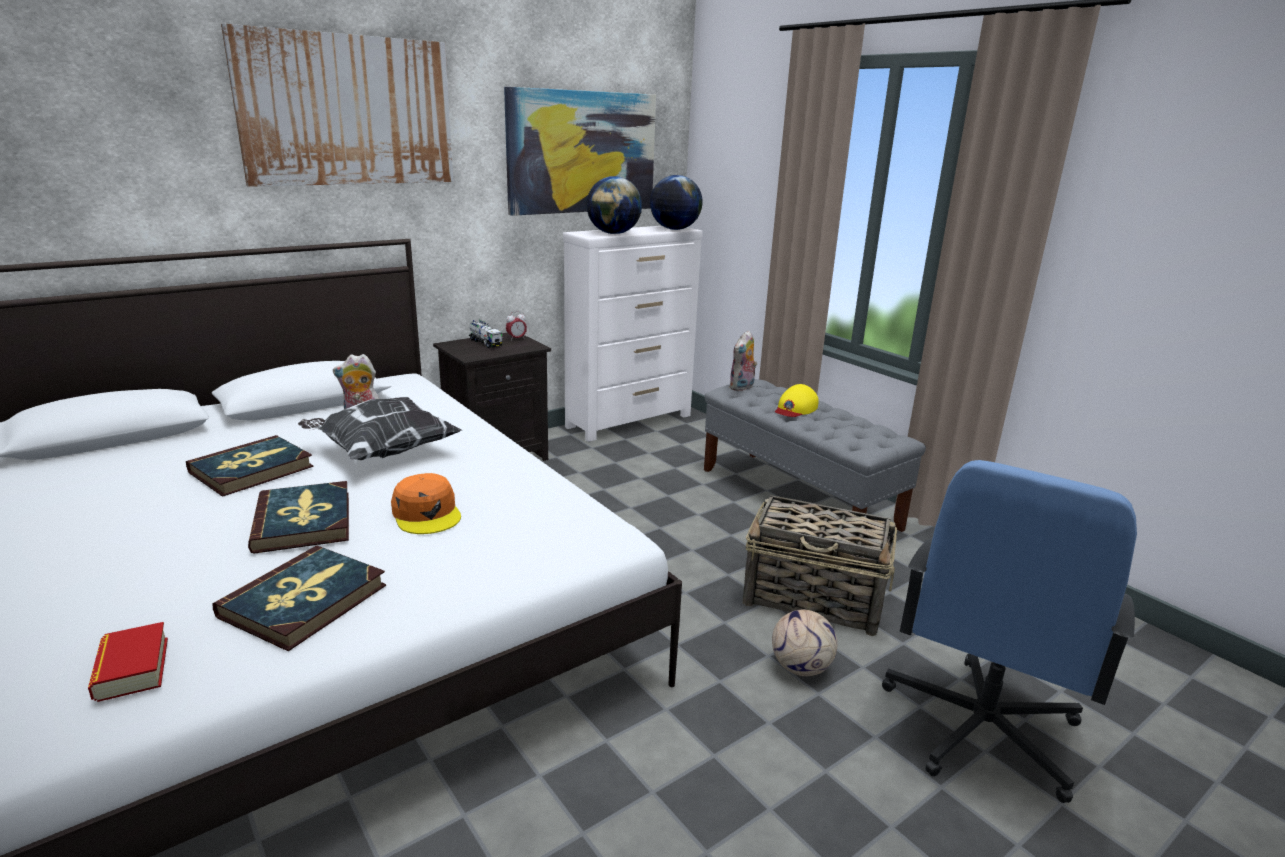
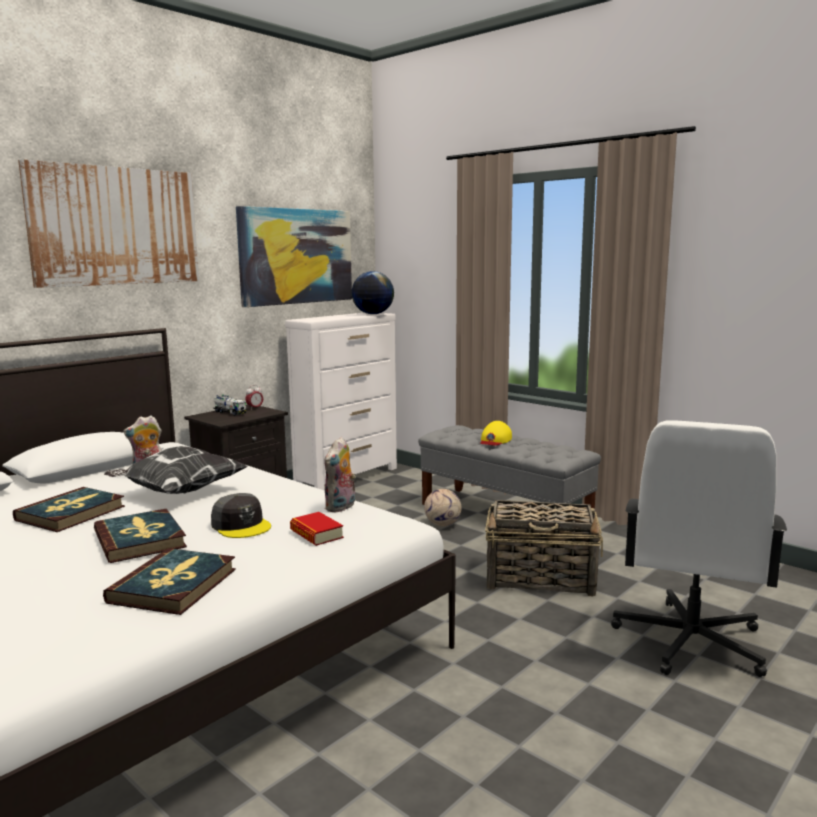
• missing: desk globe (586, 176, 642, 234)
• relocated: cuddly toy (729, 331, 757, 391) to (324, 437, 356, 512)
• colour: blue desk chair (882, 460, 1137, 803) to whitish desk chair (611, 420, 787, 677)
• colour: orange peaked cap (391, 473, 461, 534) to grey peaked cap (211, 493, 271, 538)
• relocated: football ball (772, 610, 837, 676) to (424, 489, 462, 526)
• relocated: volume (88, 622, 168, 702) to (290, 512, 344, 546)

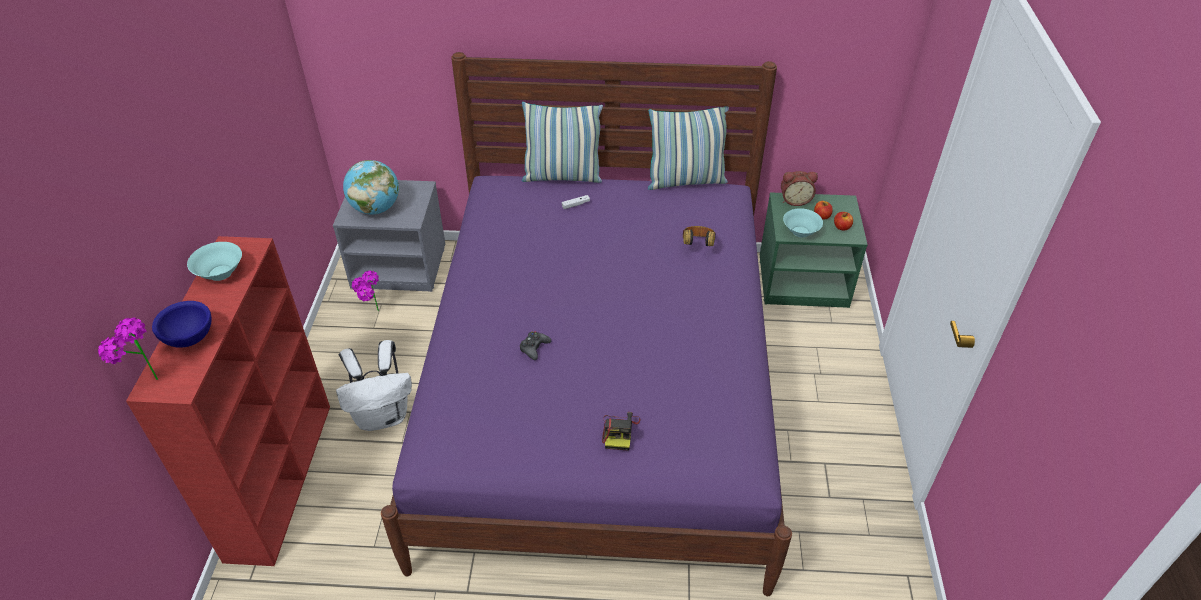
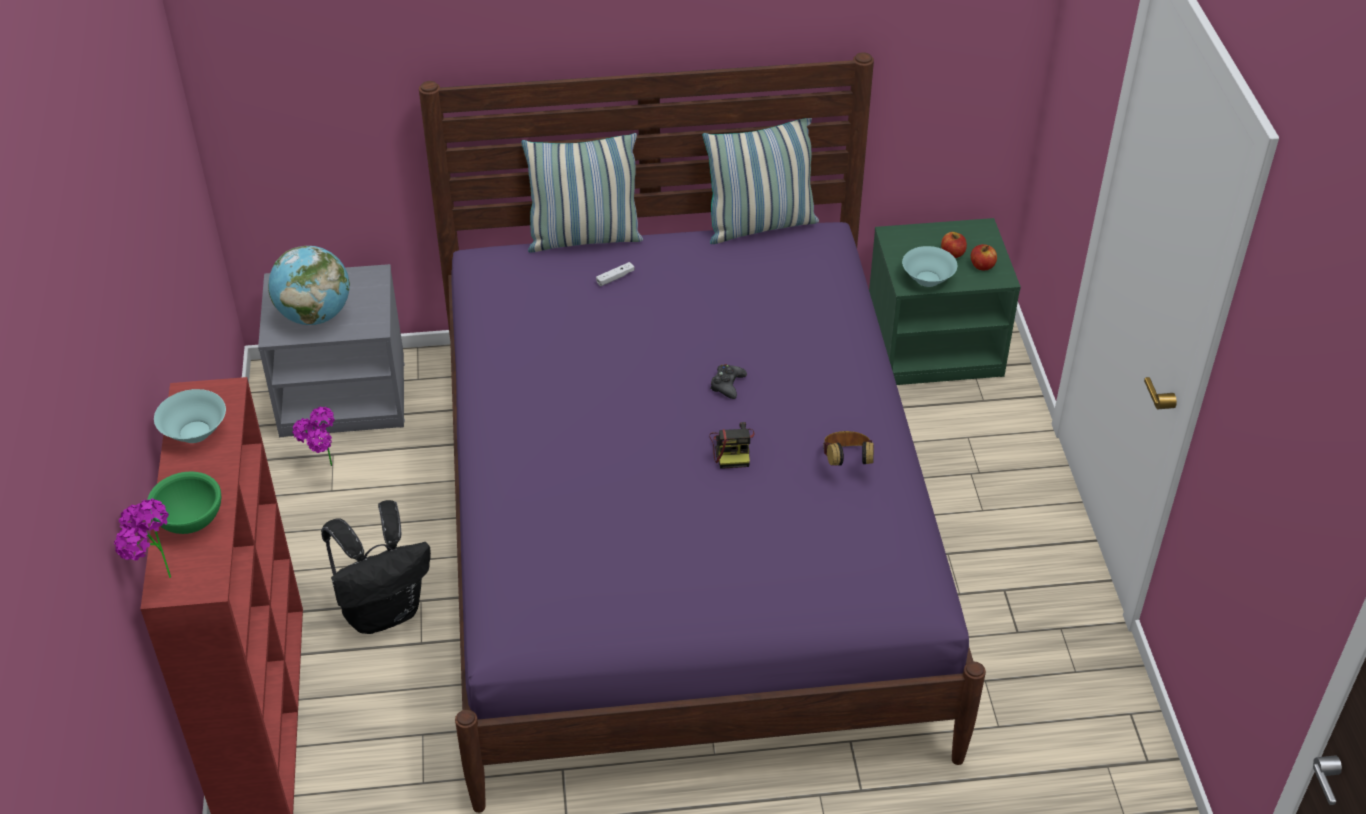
• missing: table clock (781, 171, 818, 206)
• relocated: pair of headphones (683, 226, 716, 246) to (823, 431, 874, 466)
• colour: blue bowl (152, 301, 212, 348) to green-coloured bowl (147, 472, 221, 534)
• relocated: black-coloured joypad (520, 331, 551, 360) to (710, 364, 747, 399)
• colour: whitish knapsack (336, 340, 412, 431) to black-coloured knapsack (321, 500, 431, 634)
• relocated: still camera (602, 412, 640, 451) to (709, 422, 754, 469)

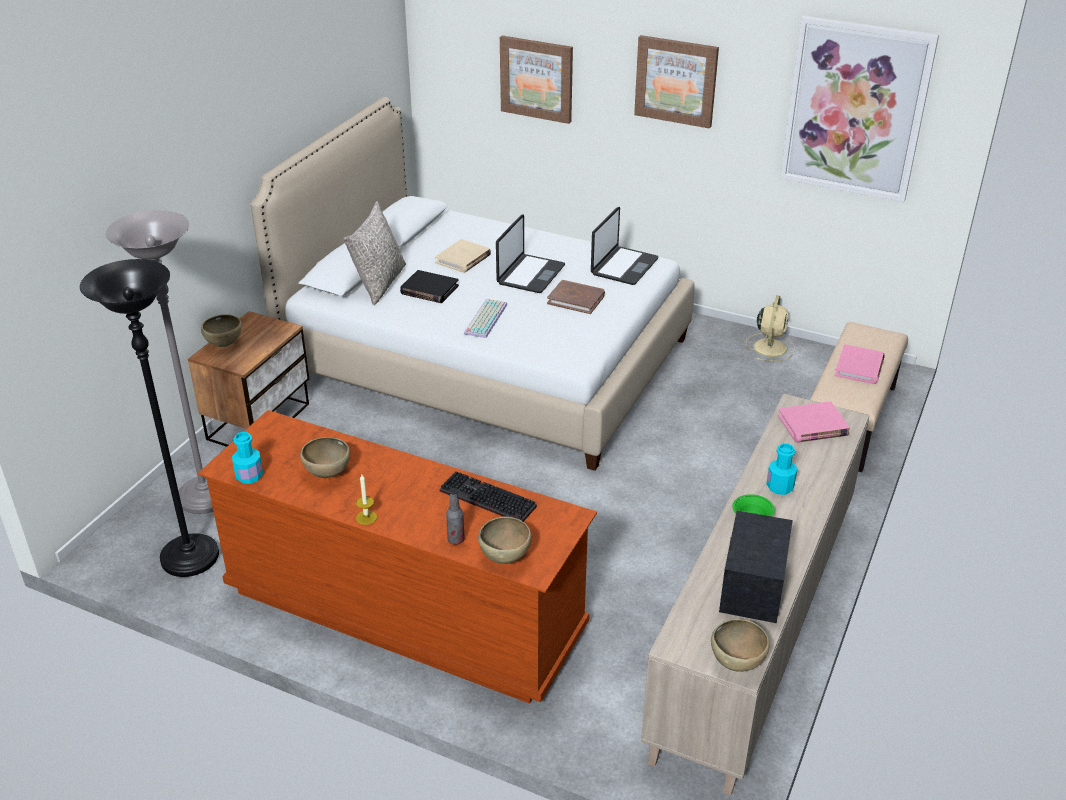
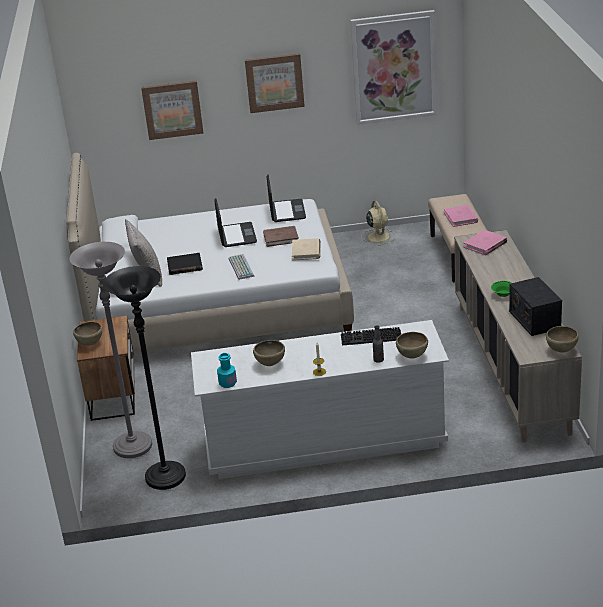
• relocated: beige volume (435, 239, 491, 273) to (292, 238, 321, 261)
• colour: brownish dresser (198, 410, 597, 704) to whitish dresser (191, 320, 449, 479)
• missing: turquoise-coloured beverage bottle (766, 443, 797, 495)

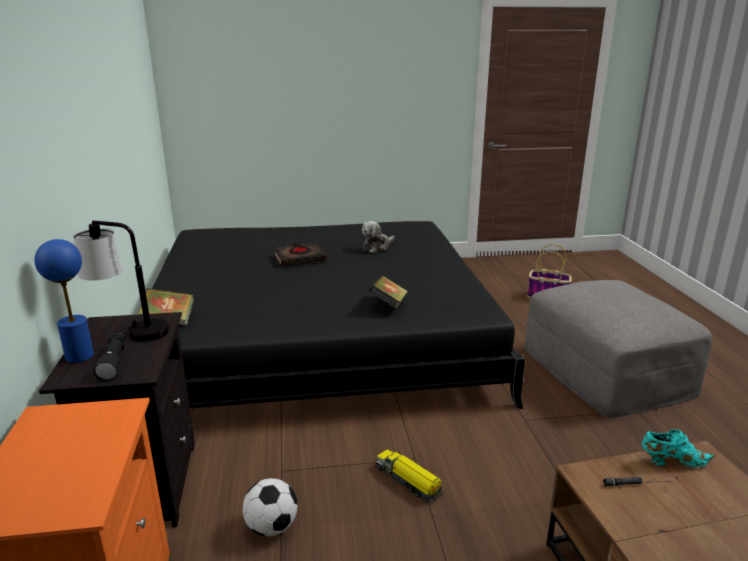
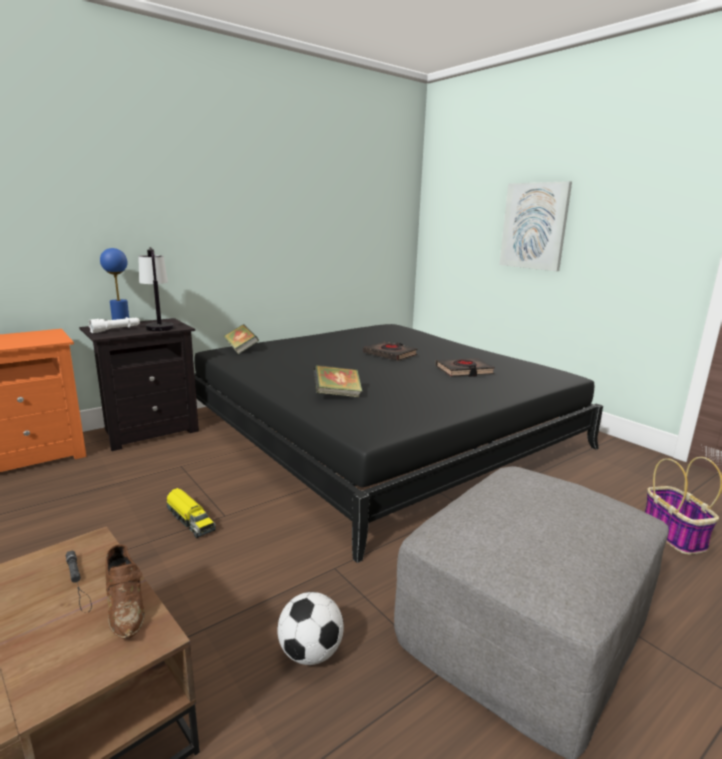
• exchanged: cuddly toy (362, 221, 395, 253) to black-coloured volume (435, 358, 495, 377)
• colour: black-coloured hand torch (94, 332, 125, 381) to whitish hand torch (89, 317, 140, 333)
• colour: turquoise-coloured item of footwear (641, 429, 715, 468) to brownish item of footwear (105, 544, 145, 639)
• spun: model truck (376, 449, 444, 503) = (167, 488, 216, 538) 120 degrees clockwise
• relocated: football ball (242, 478, 297, 536) to (277, 592, 344, 665)
• appeared: picture (499, 181, 572, 271)

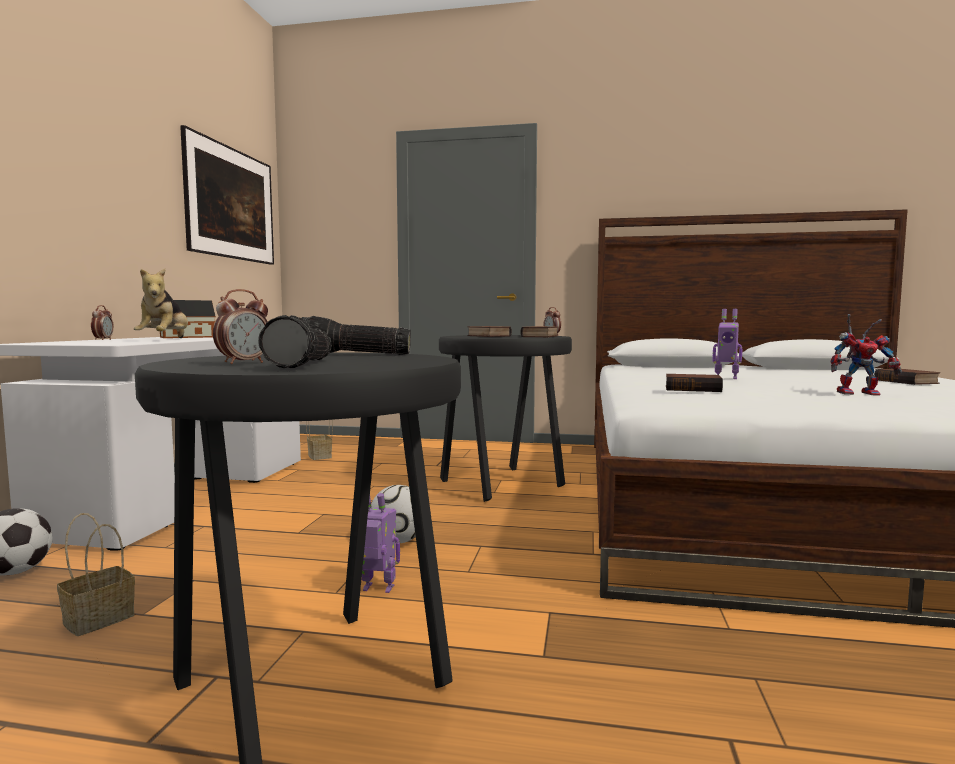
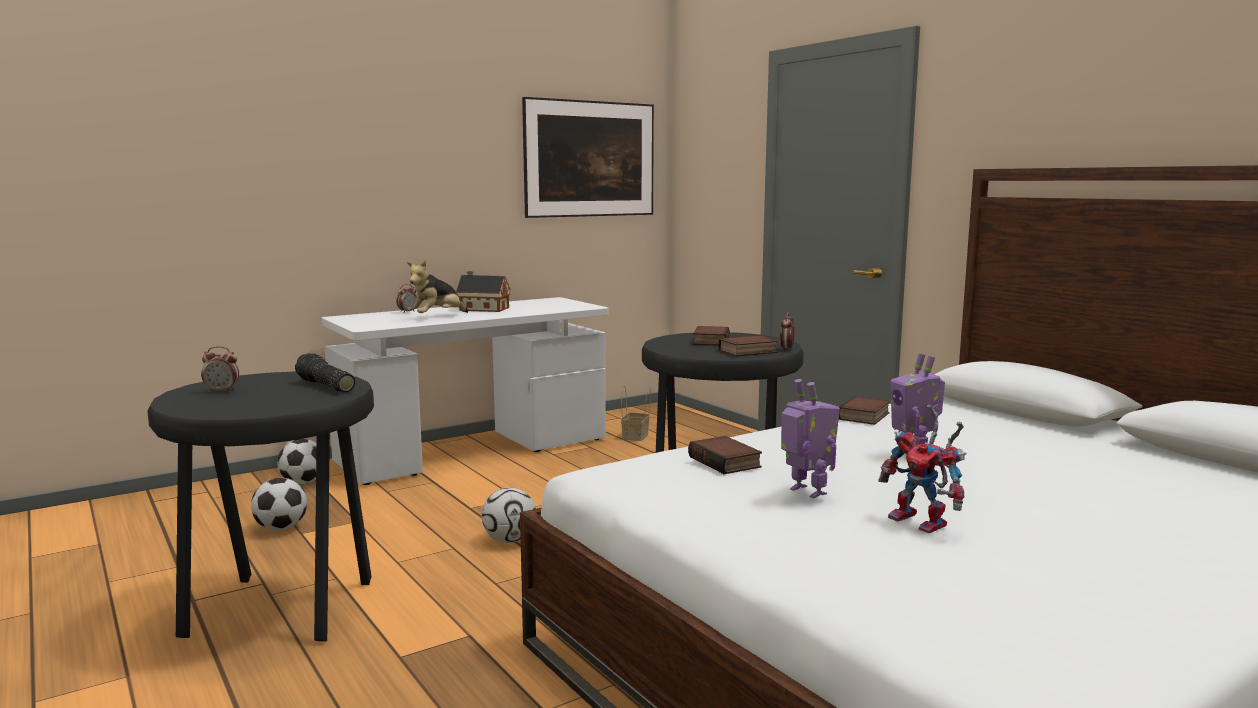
• missing: hand torch (258, 315, 332, 369)
• relocated: volume (874, 369, 940, 385) to (839, 396, 890, 425)
• relocated: model robot (362, 493, 400, 593) to (781, 379, 840, 498)
• exchanged: household basket (57, 513, 135, 636) to football ball (251, 478, 307, 531)

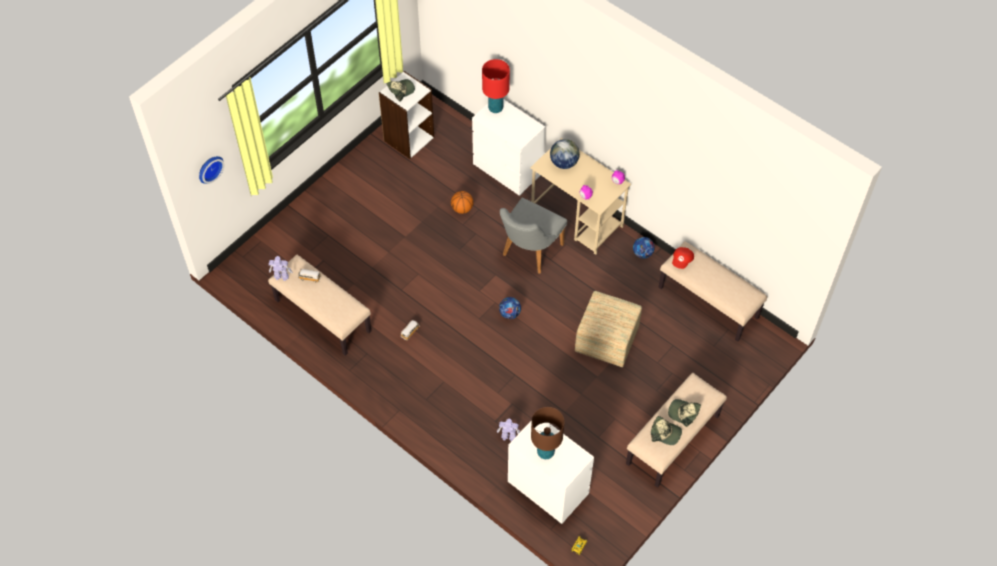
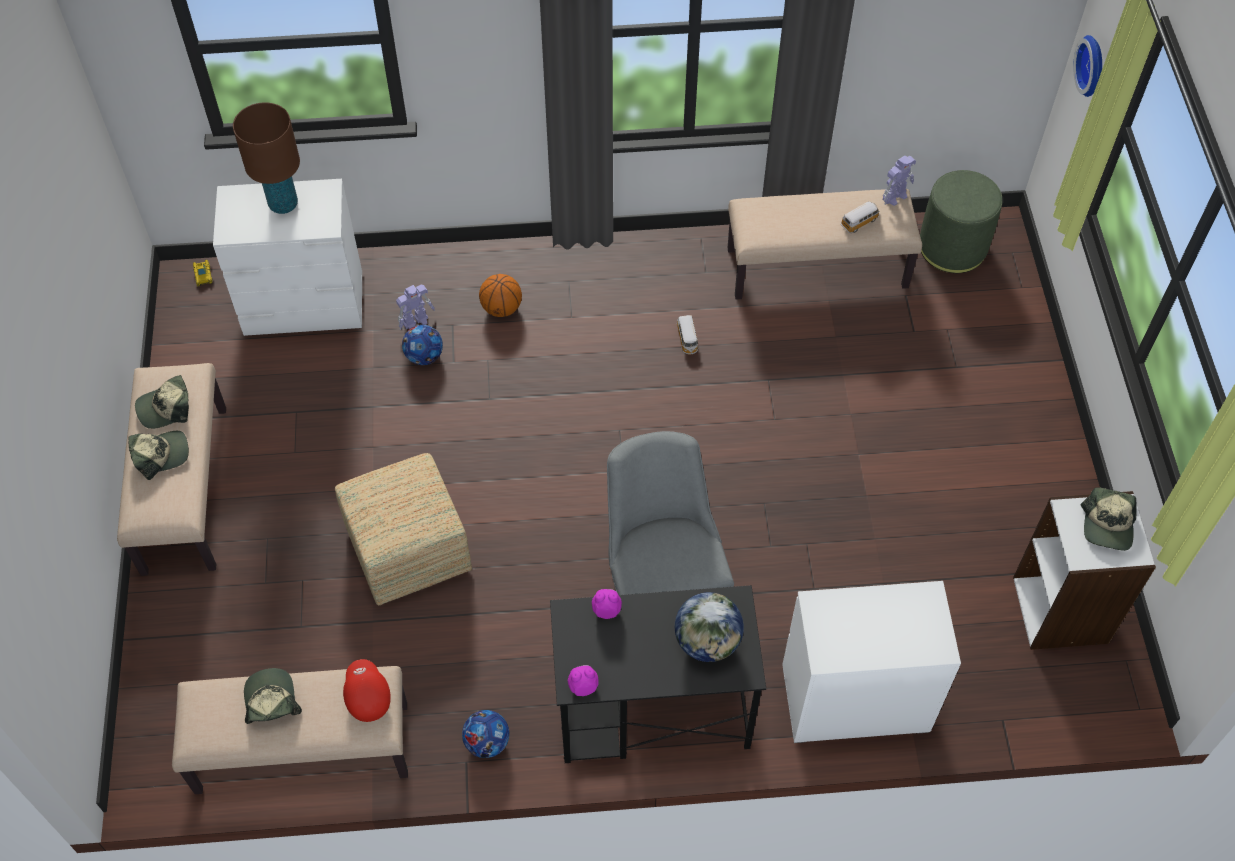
• missing: reddish table lamp (482, 59, 510, 113)
• colour: beige desk (530, 138, 631, 255) to black-coloured desk (550, 585, 766, 763)
• relocated: basketball (451, 191, 473, 214) to (479, 274, 522, 317)
• relocated: football ball (499, 297, 521, 319) to (402, 325, 443, 365)
• appeared: green-coloured pouffe (920, 170, 1003, 273)
• appeared: peaked cap (244, 668, 302, 724)

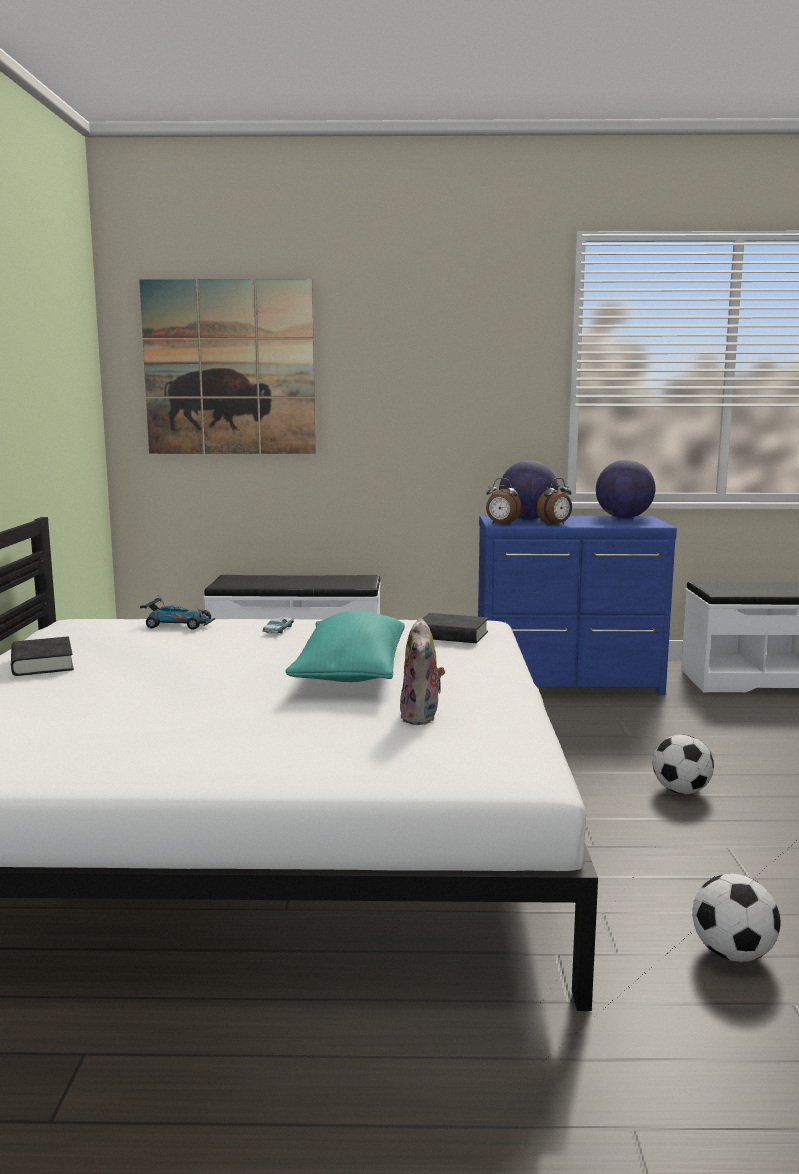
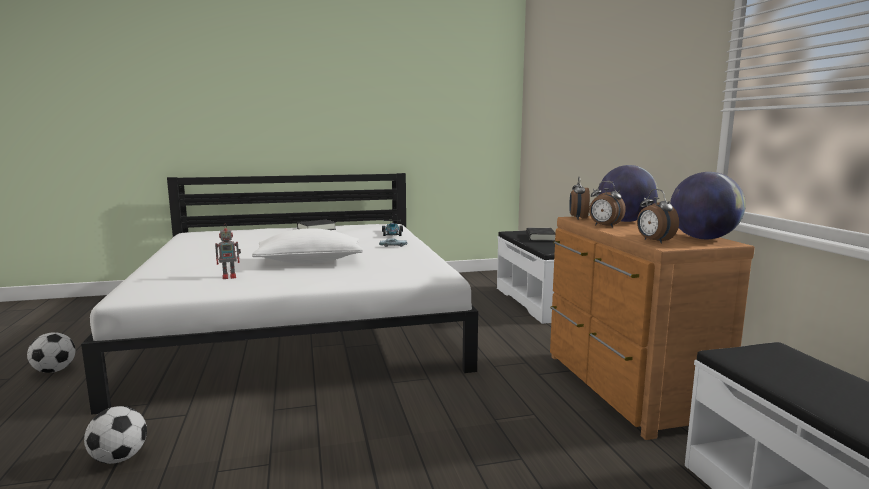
• missing: picture (139, 279, 316, 454)
• colour: blue dresser (478, 516, 677, 695) to brownish dresser (550, 216, 755, 440)
• colour: turquoise-coloured pillow (285, 611, 405, 682) to whitish pillow (252, 228, 363, 264)
• relocated: black-coloured volume (422, 613, 488, 643) to (526, 228, 556, 241)
• exchanged: cuddly toy (400, 618, 446, 725) to model robot (215, 224, 241, 279)
• relocated: football ball (653, 735, 714, 794) to (27, 332, 76, 373)
• appeared: table clock (637, 189, 679, 244)

